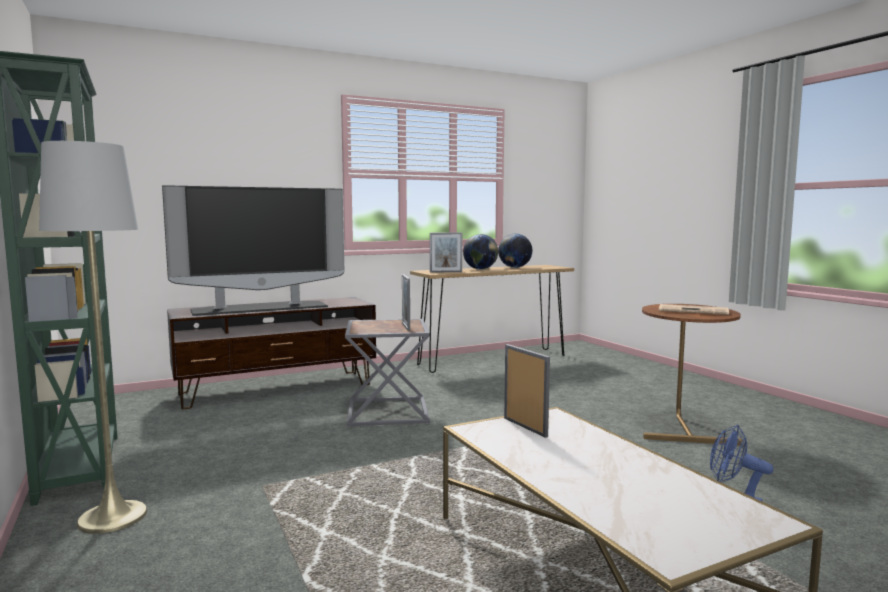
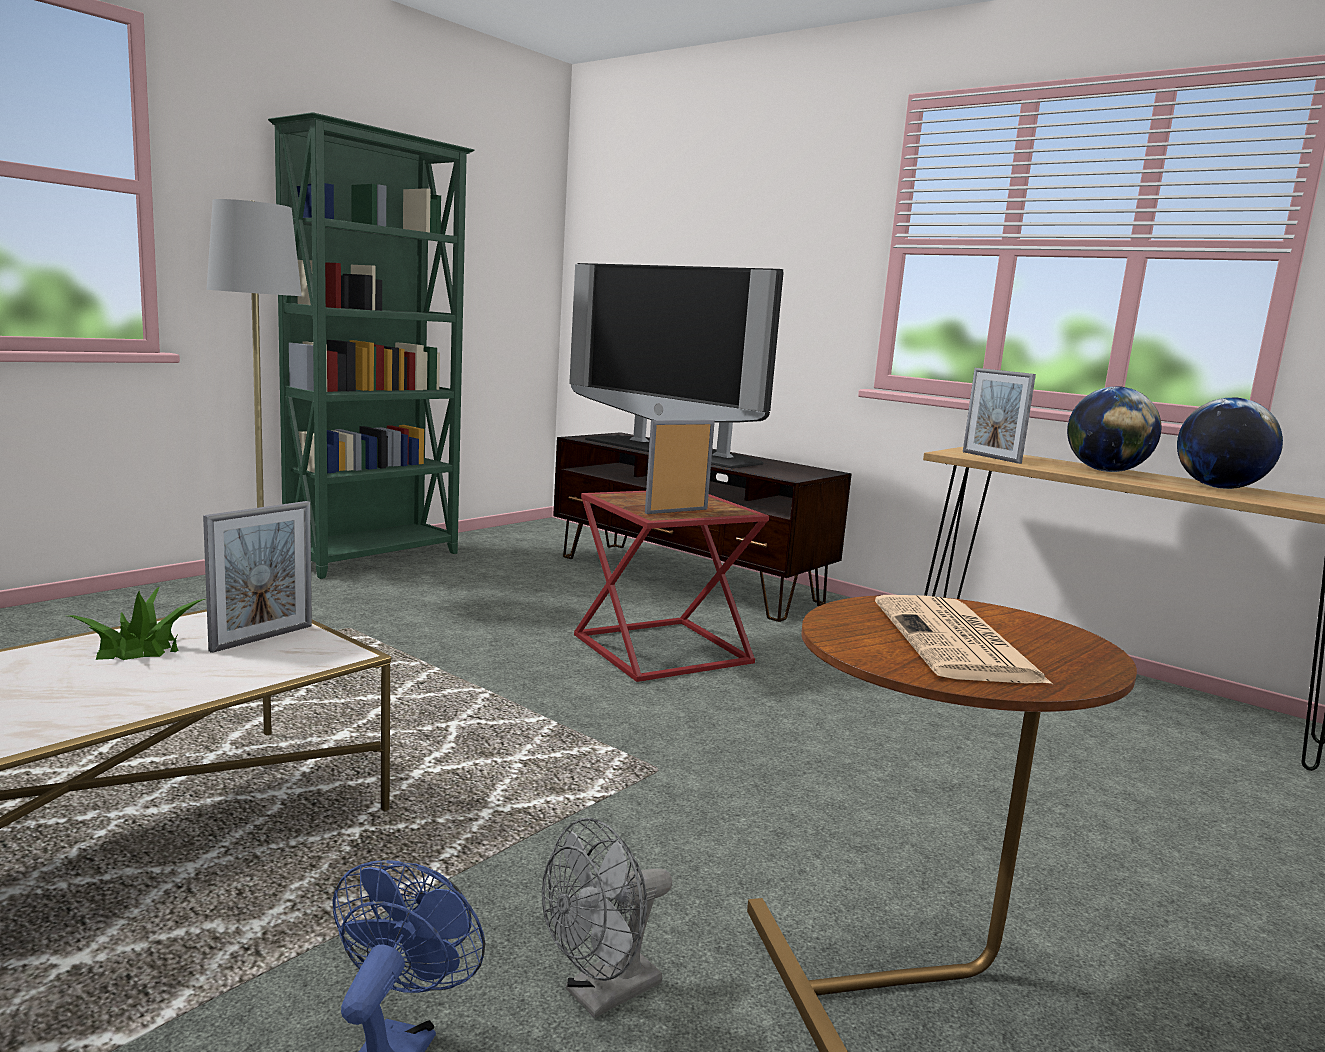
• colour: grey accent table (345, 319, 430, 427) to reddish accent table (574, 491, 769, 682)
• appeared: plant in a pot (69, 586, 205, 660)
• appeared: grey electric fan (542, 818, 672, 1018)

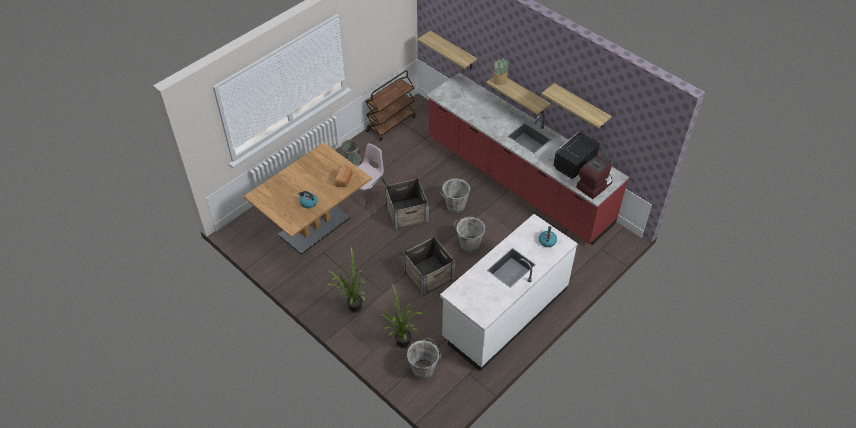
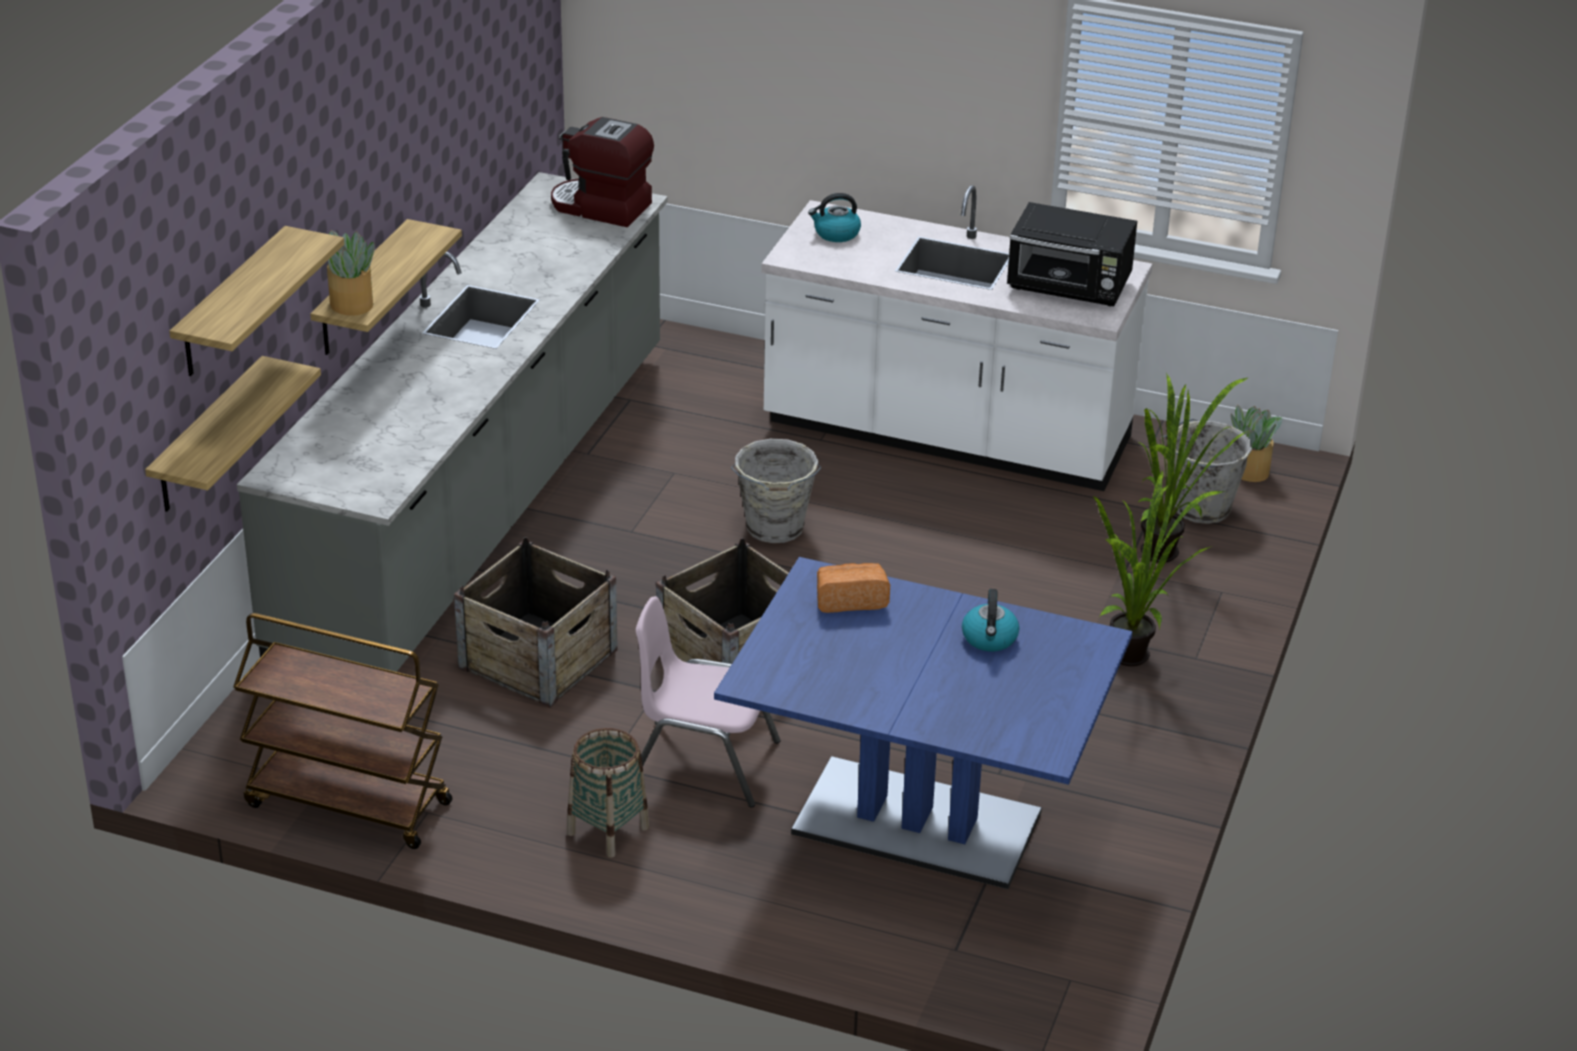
• colour: reddish counter (426, 73, 629, 245) to grey counter (237, 172, 668, 672)
• relocated: bracket shelf (541, 83, 611, 128) to (169, 226, 344, 376)
• relocated: black-coloured kitchen microwave (553, 132, 600, 179) to (1007, 202, 1137, 306)
• colour: brownish dining table (244, 142, 372, 255) to blue dining table (714, 557, 1133, 889)
• missing: grey water bucket (440, 178, 470, 213)
• relocated: packing crate (403, 236, 455, 296) to (454, 537, 618, 708)
• appeared: plant in a pot (1231, 405, 1282, 482)

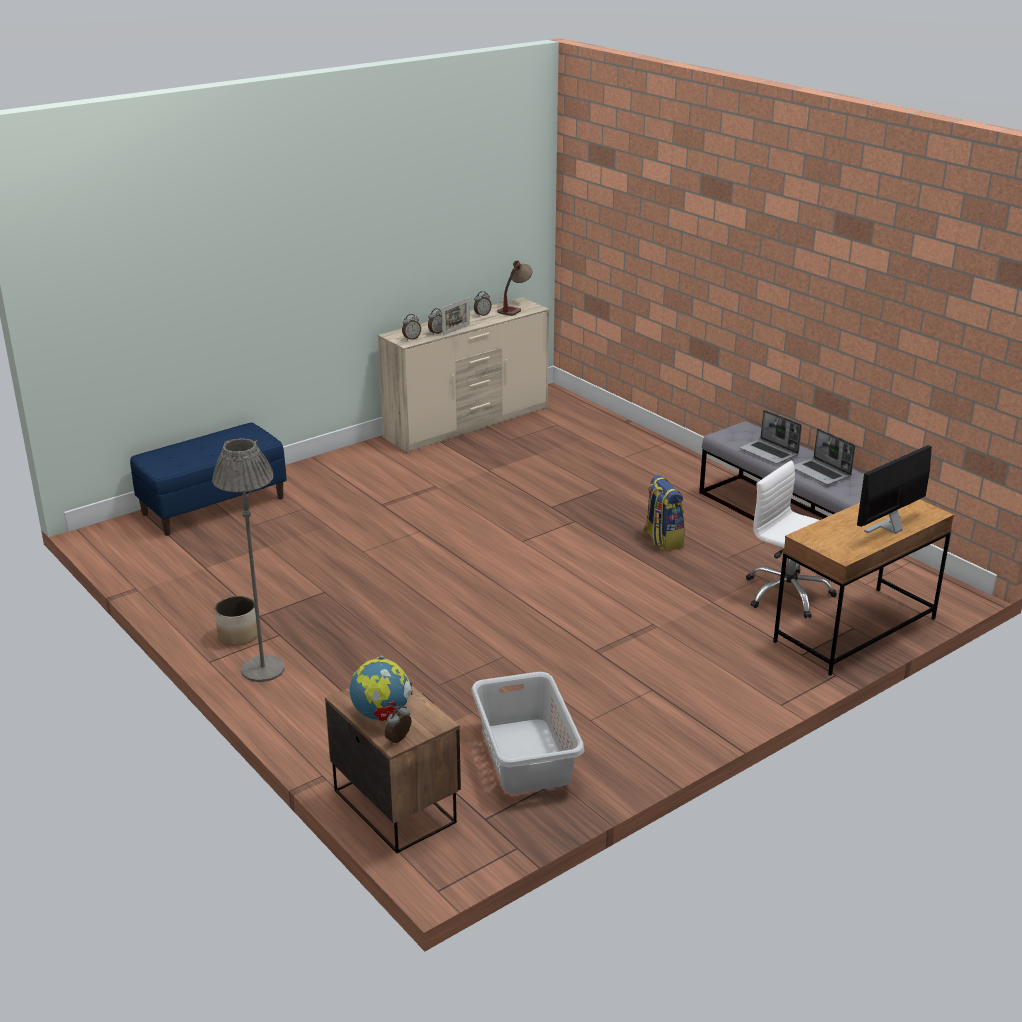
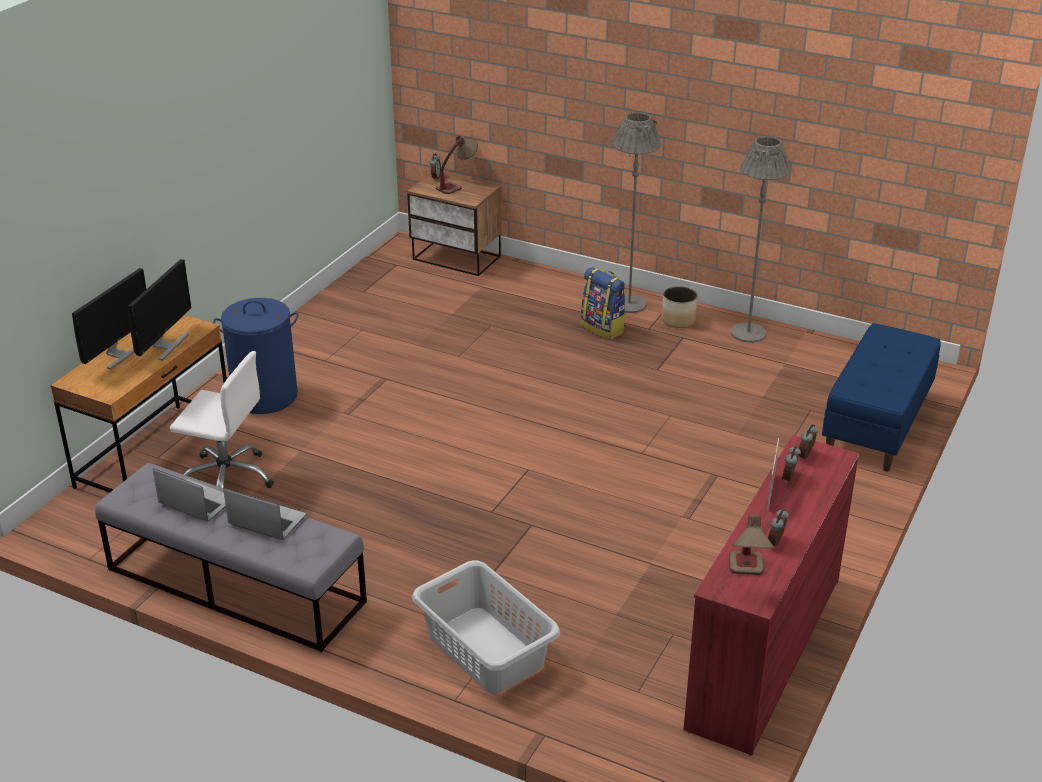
• colour: beige dresser (378, 297, 550, 453) to reddish dresser (683, 435, 859, 755)
• relocated: knapsack (643, 475, 685, 551) to (581, 267, 626, 340)
• exchanged: desk globe (350, 656, 412, 721) to table lamp (436, 136, 478, 194)
• relocated: grey washing basket (471, 672, 584, 794) to (412, 560, 560, 694)
• appeared: grey standing lamp (731, 136, 790, 343)
• appeared: monitor (128, 259, 192, 361)
• appeared: blue washing basket (213, 298, 298, 414)

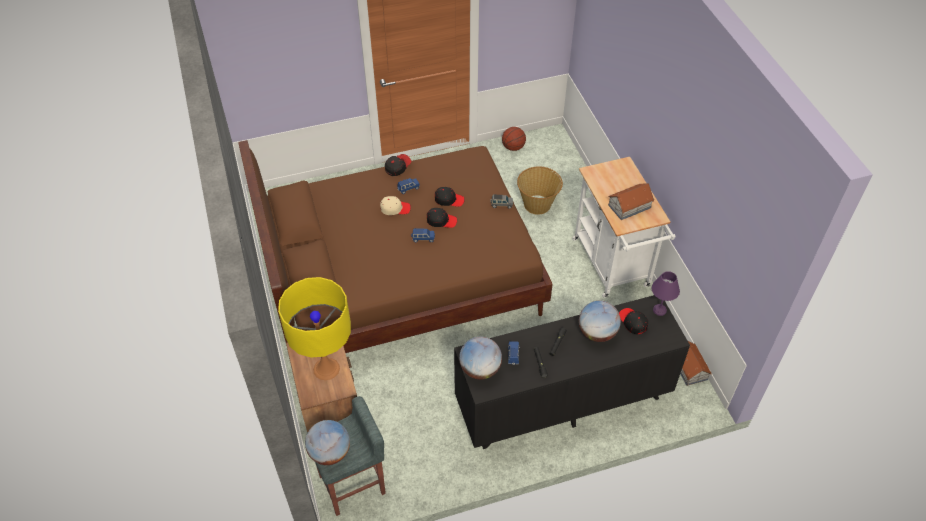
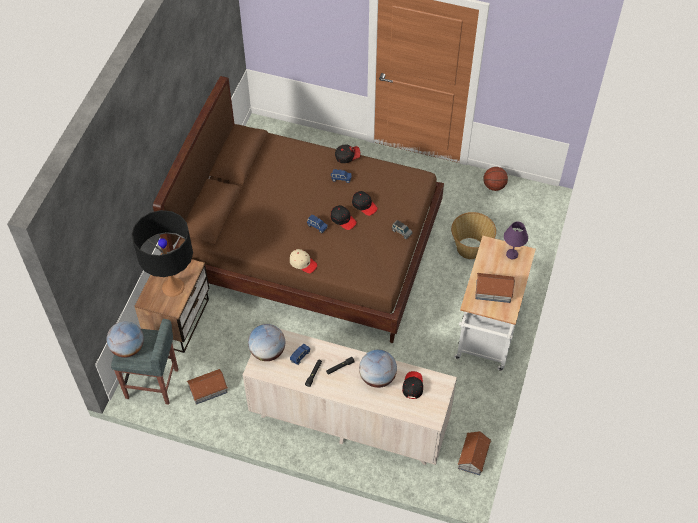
• relocated: beige peaked cap (380, 196, 411, 215) to (290, 249, 317, 273)
• relocated: purple-coloured table lamp (652, 271, 680, 316) to (504, 221, 528, 259)
• colour: yellow-coloured table lamp (278, 277, 351, 380) to black-coloured table lamp (132, 210, 193, 297)
• colour: black-coloured dresser (454, 295, 690, 449) to beige dresser (243, 329, 457, 465)
• appeared: toy house (187, 369, 228, 405)

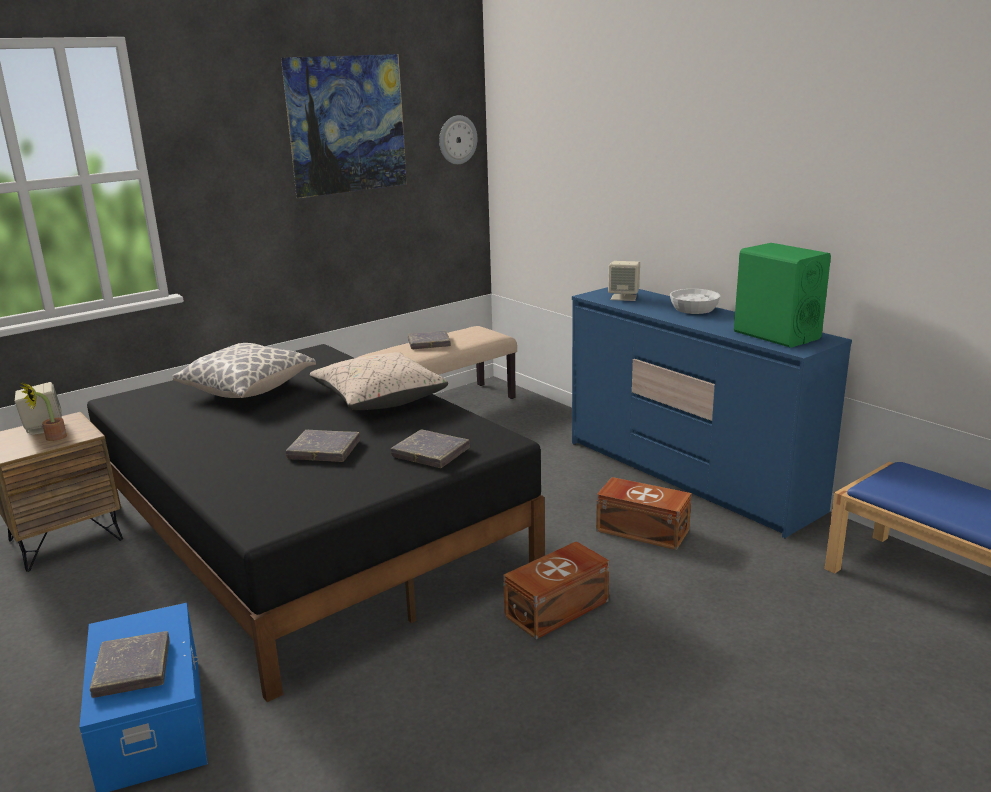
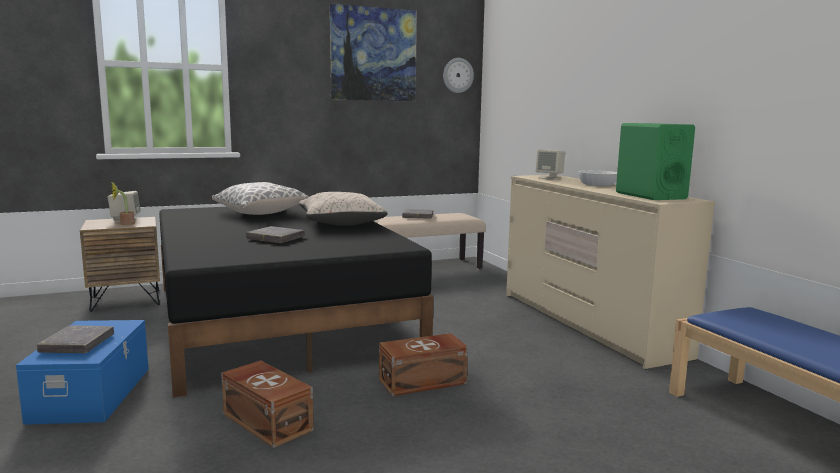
• colour: blue dresser (572, 287, 852, 539) to beige dresser (506, 175, 715, 370)
• missing: grey volume (391, 429, 470, 468)
• relocated: brownish storage bin (596, 477, 692, 550) to (221, 360, 313, 448)

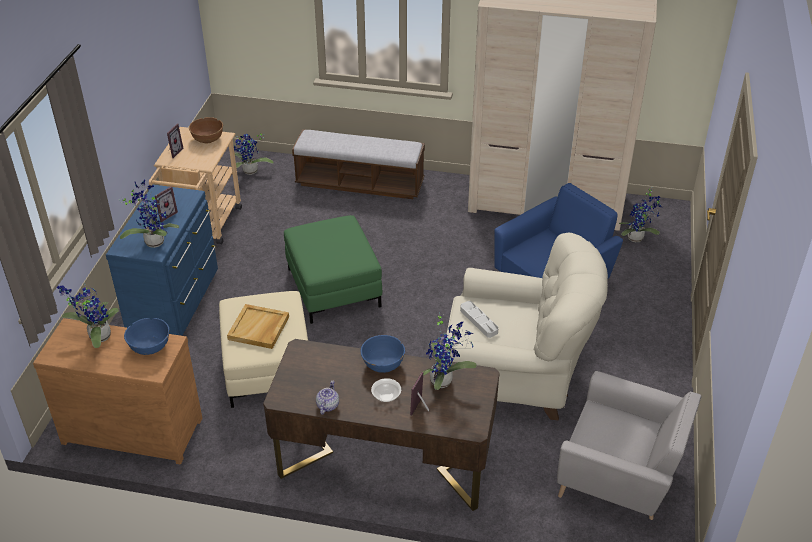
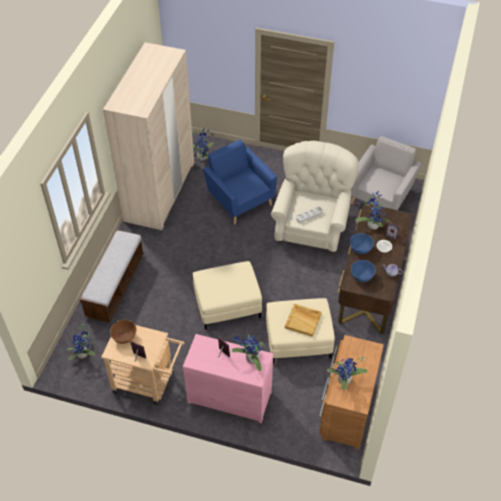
• colour: blue dresser (106, 185, 218, 335) to pink-coloured dresser (183, 334, 274, 423)
• colour: green-coloured pouffe (284, 215, 382, 324) to beige pouffe (193, 261, 262, 330)
• relocated: blue bowl (124, 318, 169, 355) to (351, 260, 376, 282)

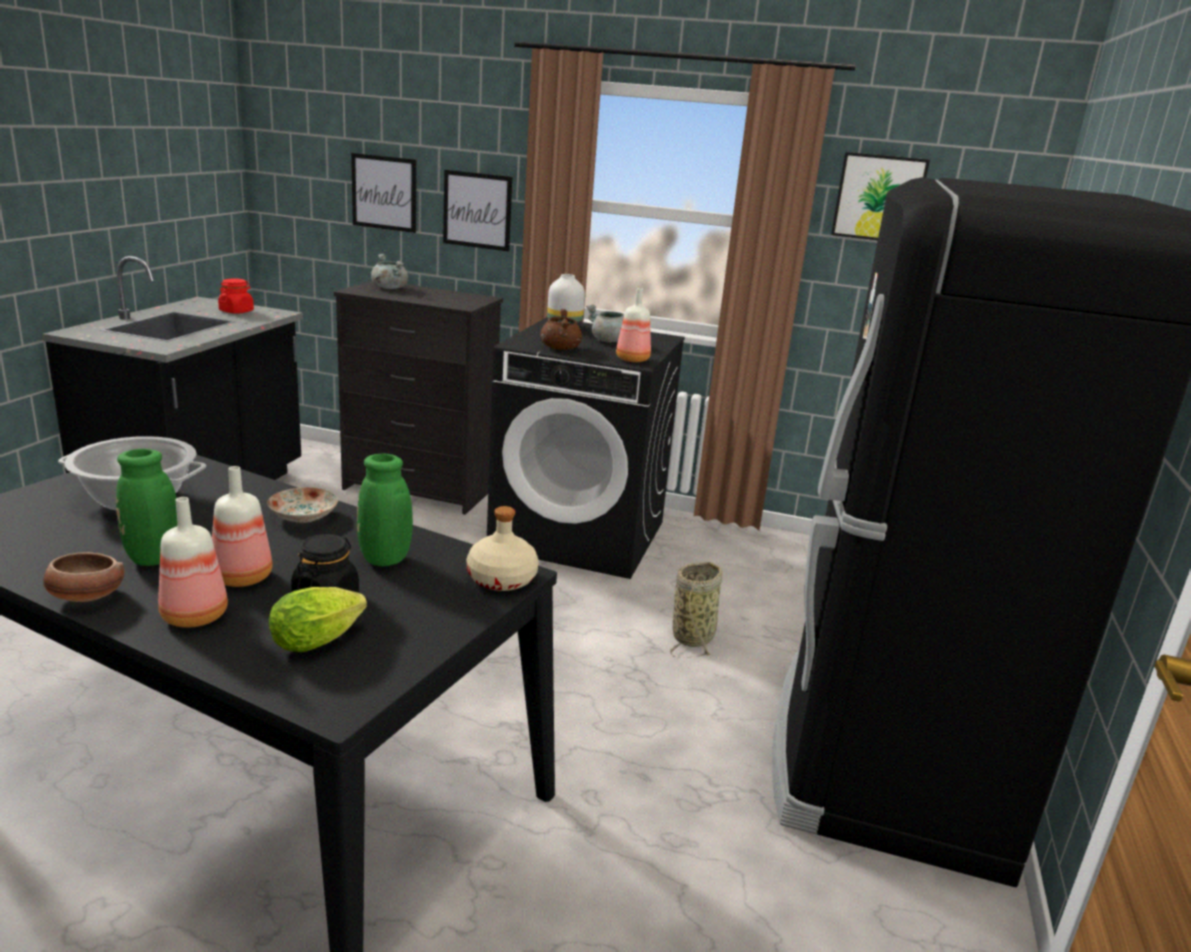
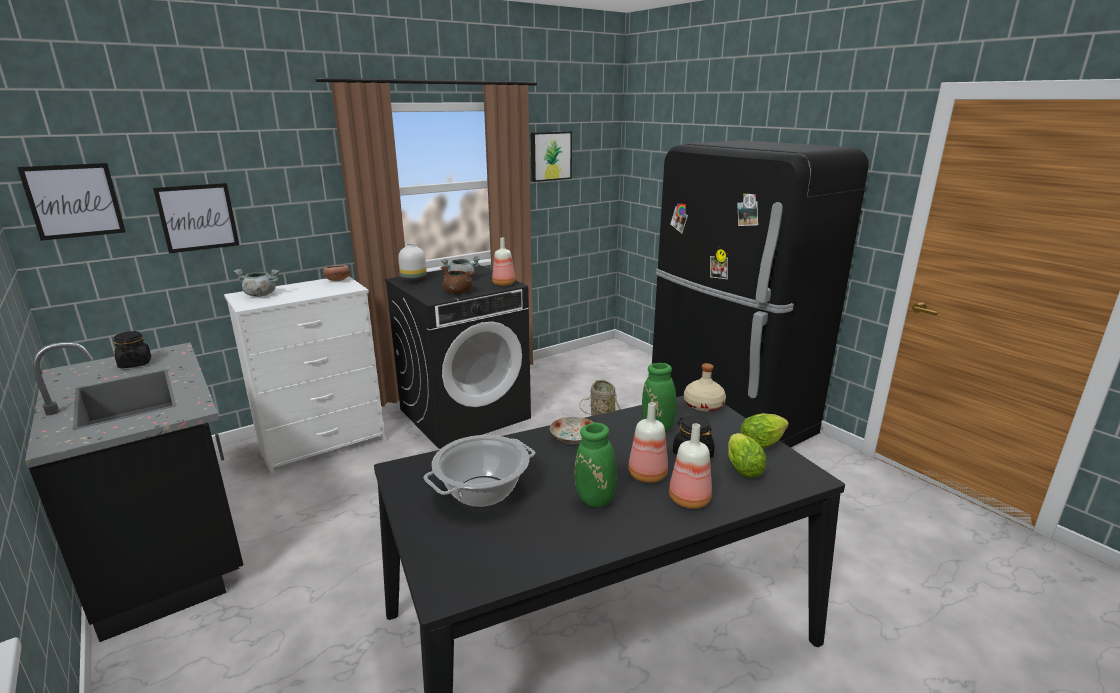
• relocated: picture (443, 170, 512, 251) to (17, 163, 126, 241)
• colour: reddish jar (218, 279, 254, 314) to black-coloured jar (114, 331, 151, 368)
• colour: black-coloured dresser (334, 281, 503, 515) to whitish dresser (224, 276, 385, 476)
• relocated: bowl (43, 552, 124, 602) to (323, 265, 351, 281)
• appeared: lettuce head (740, 413, 789, 448)

